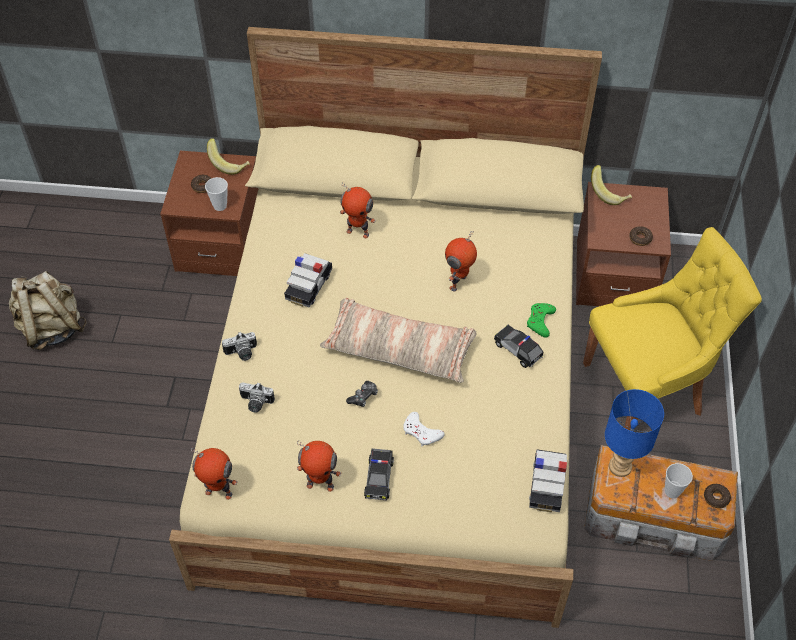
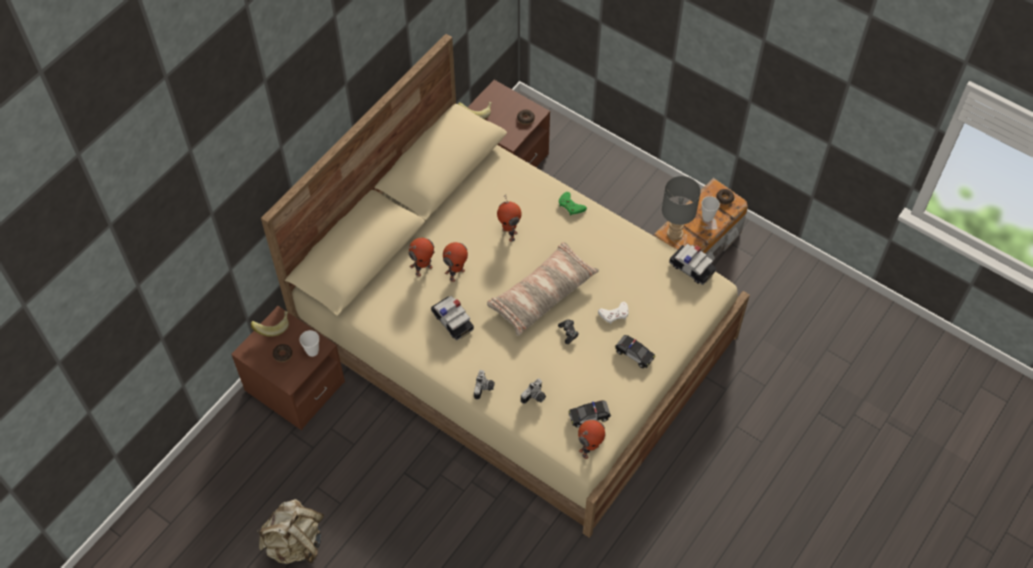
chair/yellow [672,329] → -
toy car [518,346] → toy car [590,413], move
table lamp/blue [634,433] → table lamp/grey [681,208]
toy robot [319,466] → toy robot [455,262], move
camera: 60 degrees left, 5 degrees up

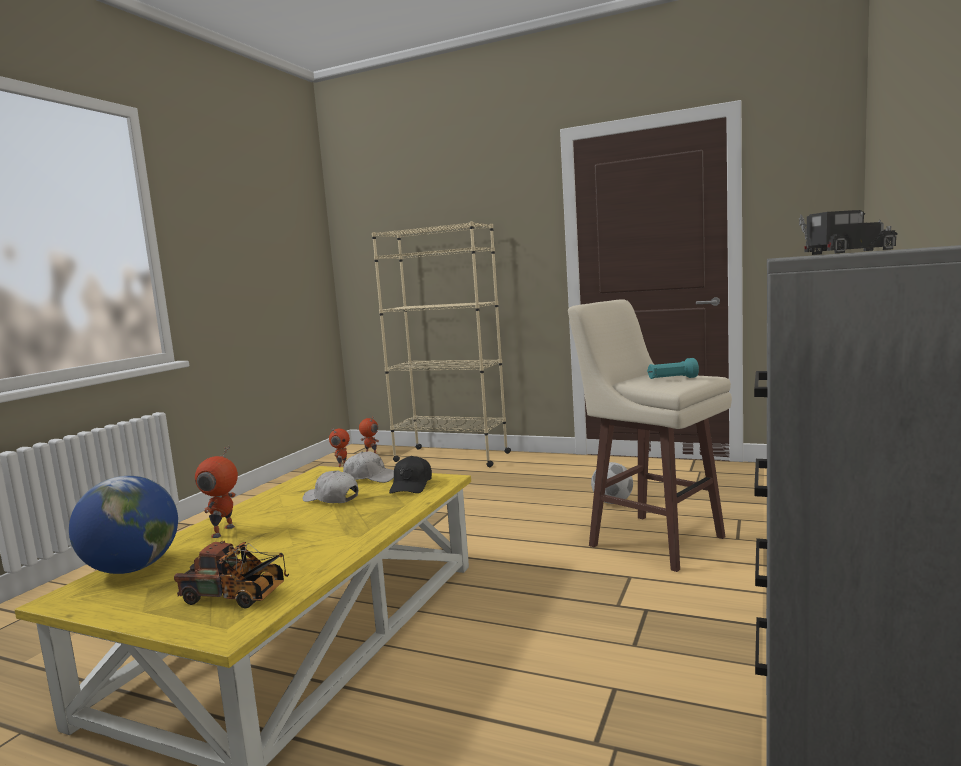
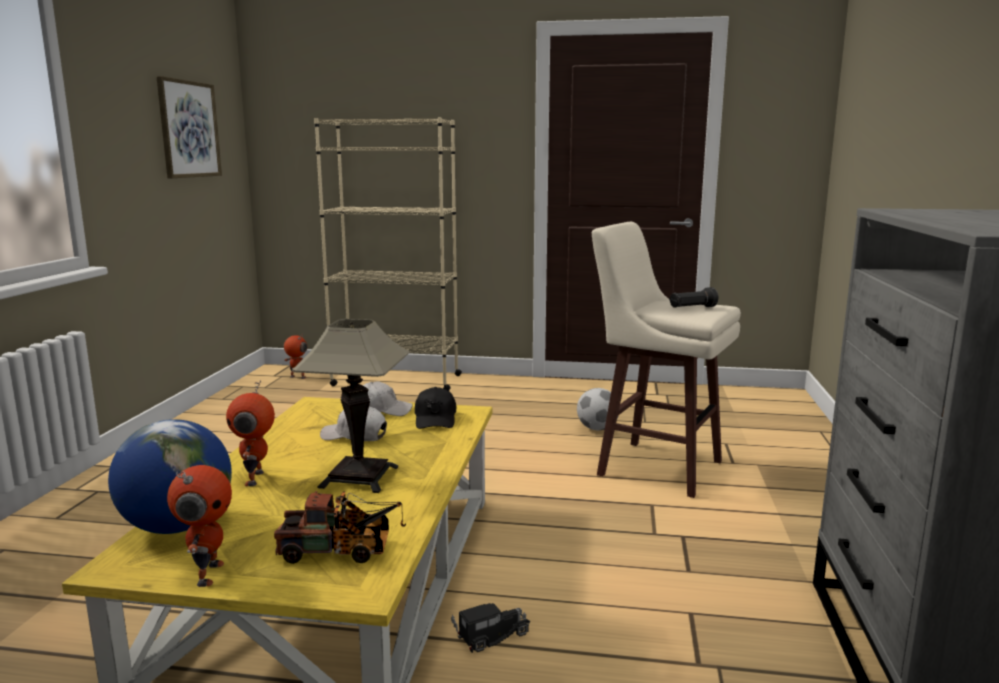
toy truck [848,232] → toy truck [490,628], move
flashlight/turquoise [673,368] → flashlight/black [693,297]
toy robot [339,447] → toy robot [199,526], move
- → picture [189,127]
- → table lamp [351,406]
camera: 15 degrees left, 5 degrees up

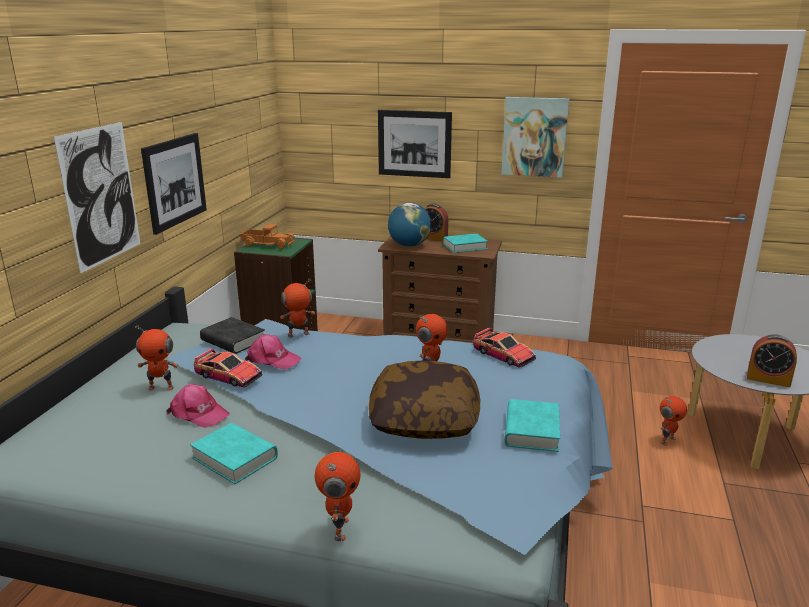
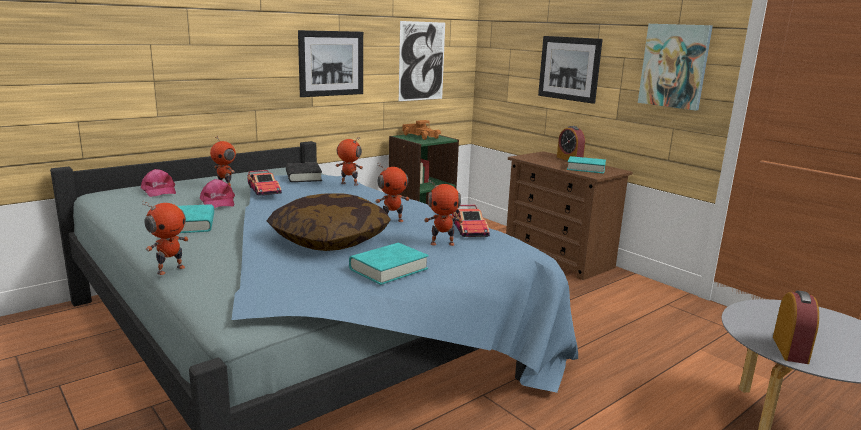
picture [97,198] → picture [422,61], move
globe [409,225] → -
cap/pink [273,352] → cap/pink [158,183], move
alarm clock [772,360] → alarm clock [796,327], 135 degrees counterclockwise
toy robot [673,421] → toy robot [443,212], move
camera: 35 degrees right, 5 degrees down

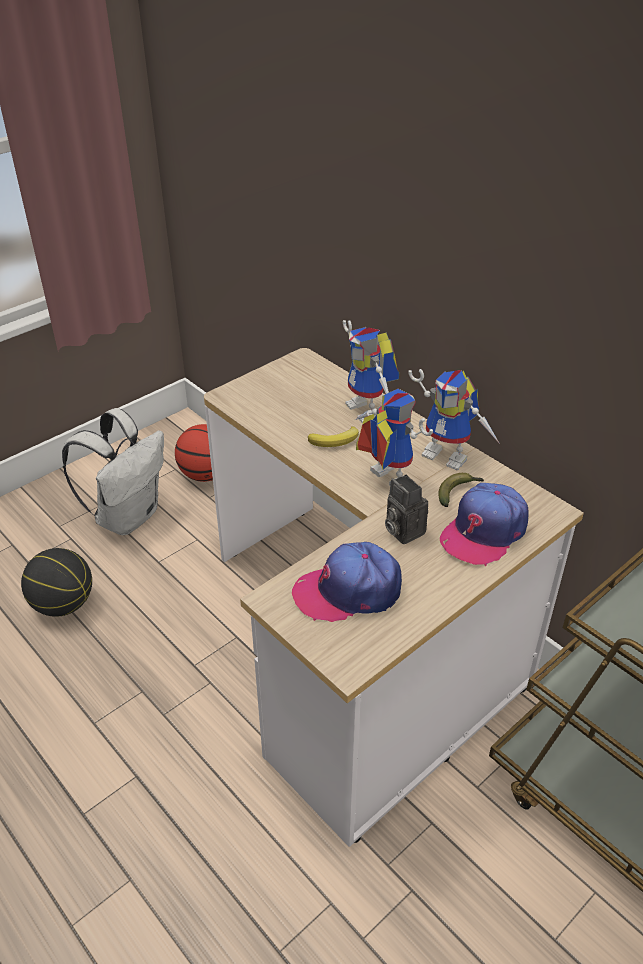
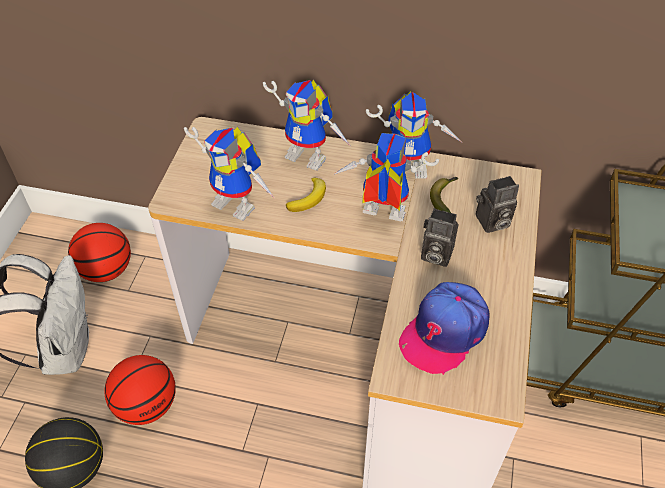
cap [484,524] → photo camera [497,204]
- → toy robot [230,174]
- → basketball [140,390]
camera: 35 degrees left, 10 degrees up

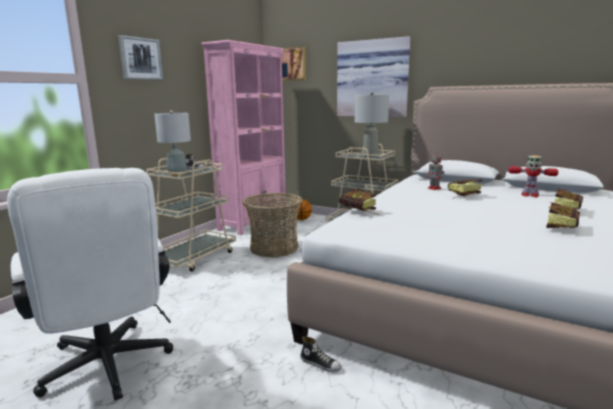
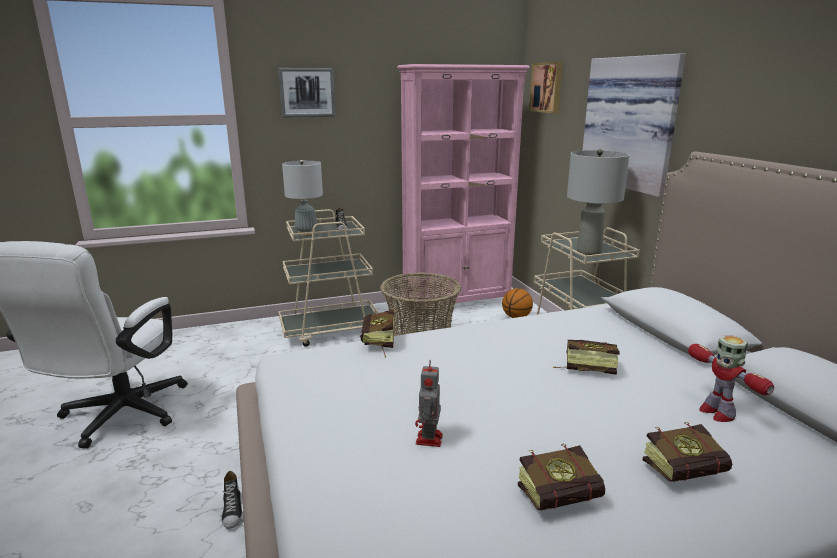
toy robot [435,170] → toy robot [429,403], move
camera: 40 degrees right, 5 degrees up

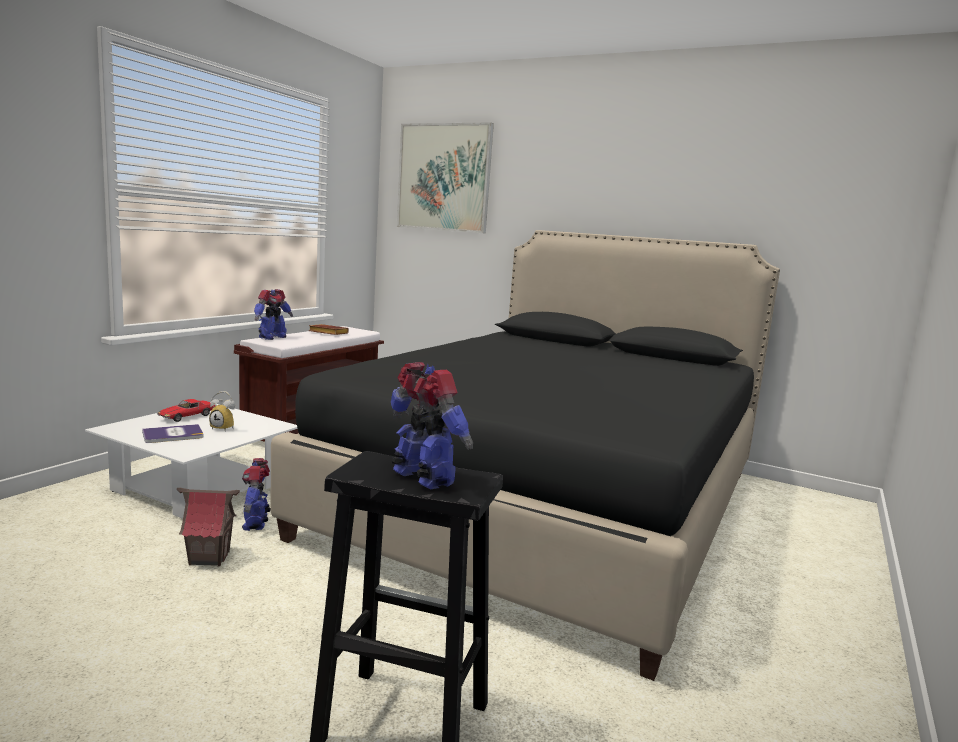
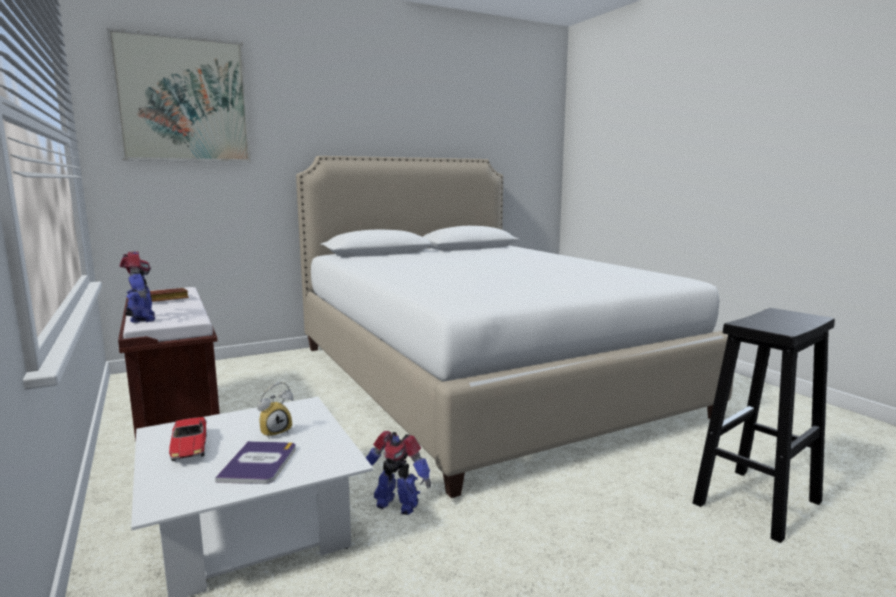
bed/black [525,455] → bed/white [515,327]
toy robot [432,426] → -
toy house [208,527] → -
camera: 55 degrees left, 0 degrees up

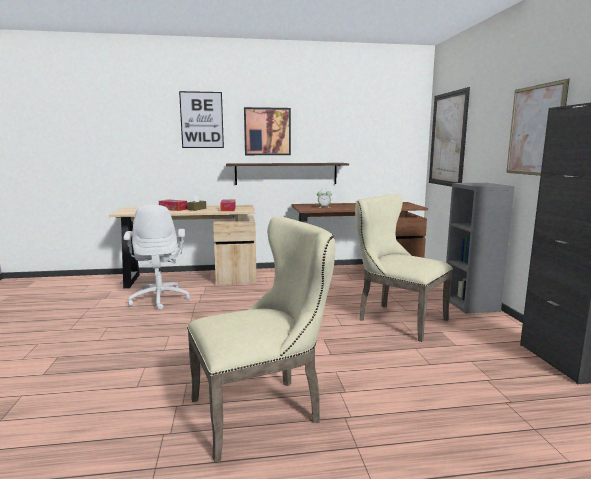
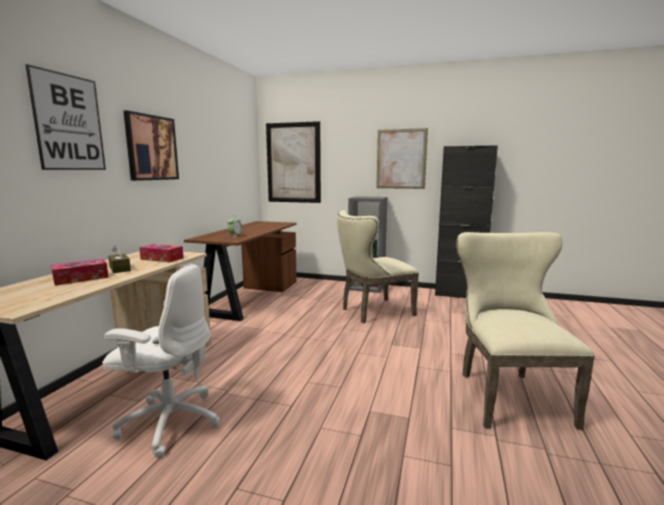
shelf [287,174] → -
camera: 65 degrees left, 0 degrees up

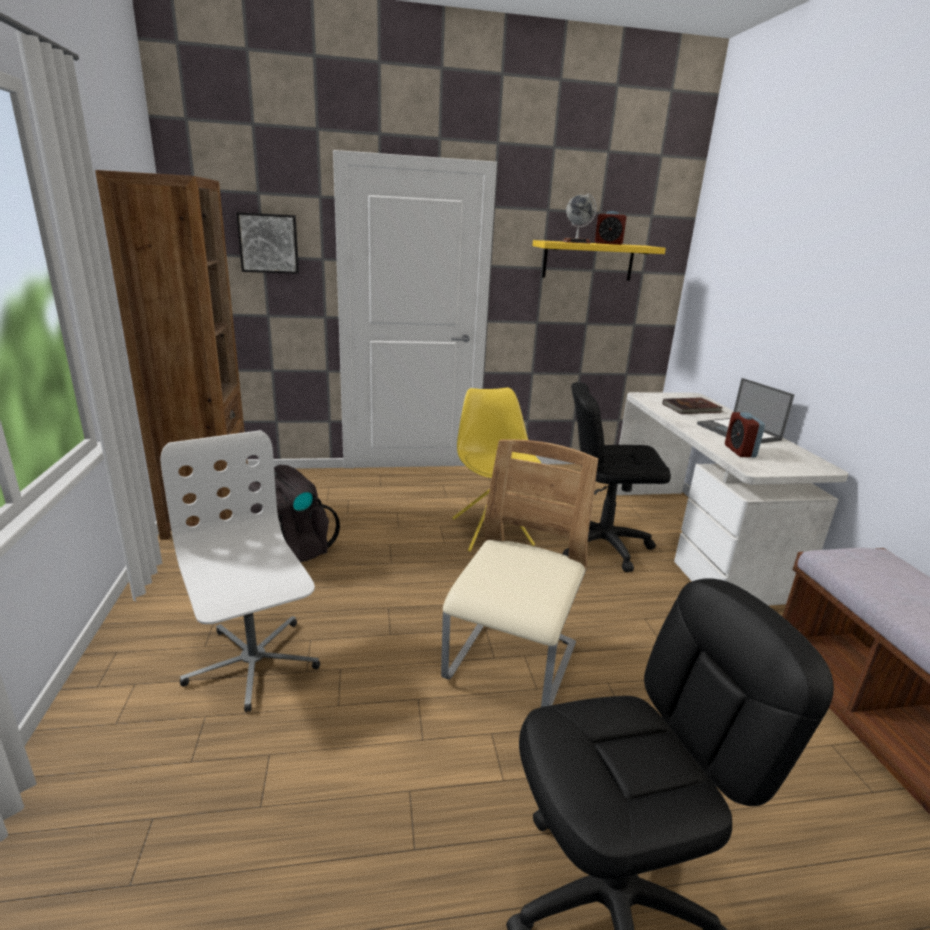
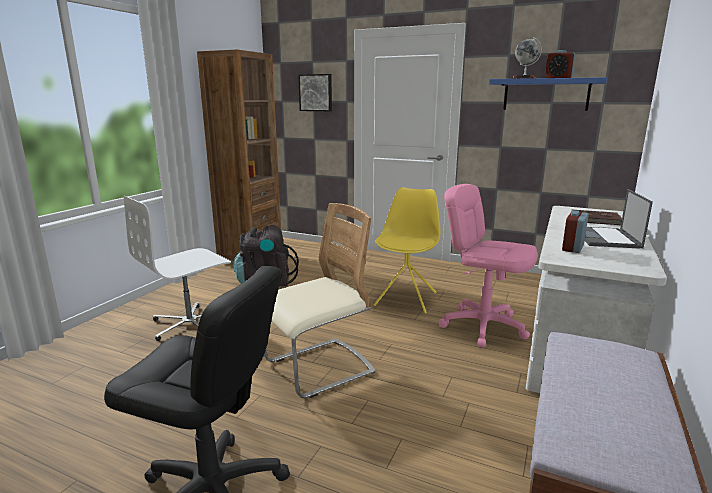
shelf/yellow [599,260] → shelf/blue [548,94]
office chair/black [617,477] → office chair/pink [488,265]
office chair/white [240,571] → office chair/white [177,268], 135 degrees counterclockwise
camera: 35 degrees right, 5 degrees down

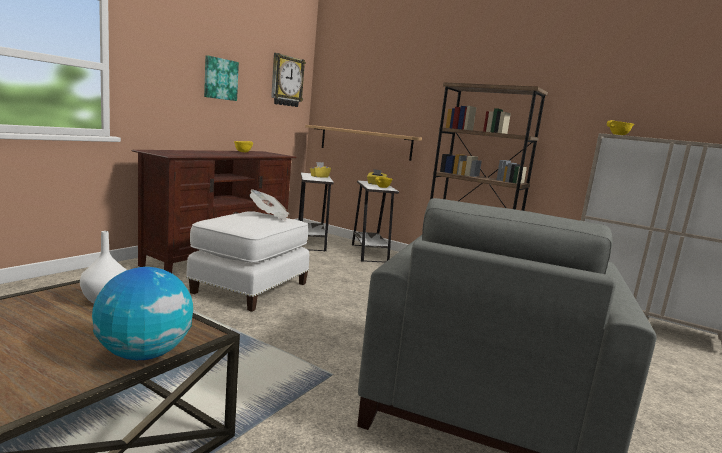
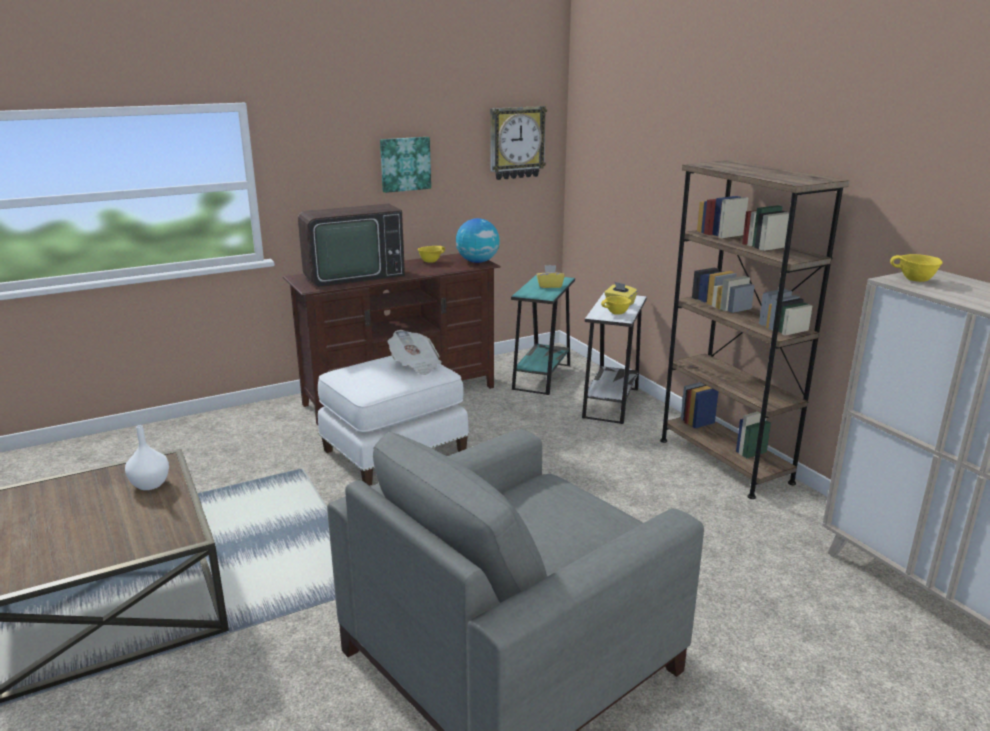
shelf [363,143] → -
side table/white [316,212] → side table/turquoise [543,335]
globe [142,313] → globe [478,240], move
- → television [351,245]
camera: 30 degrees right, 10 degrees up

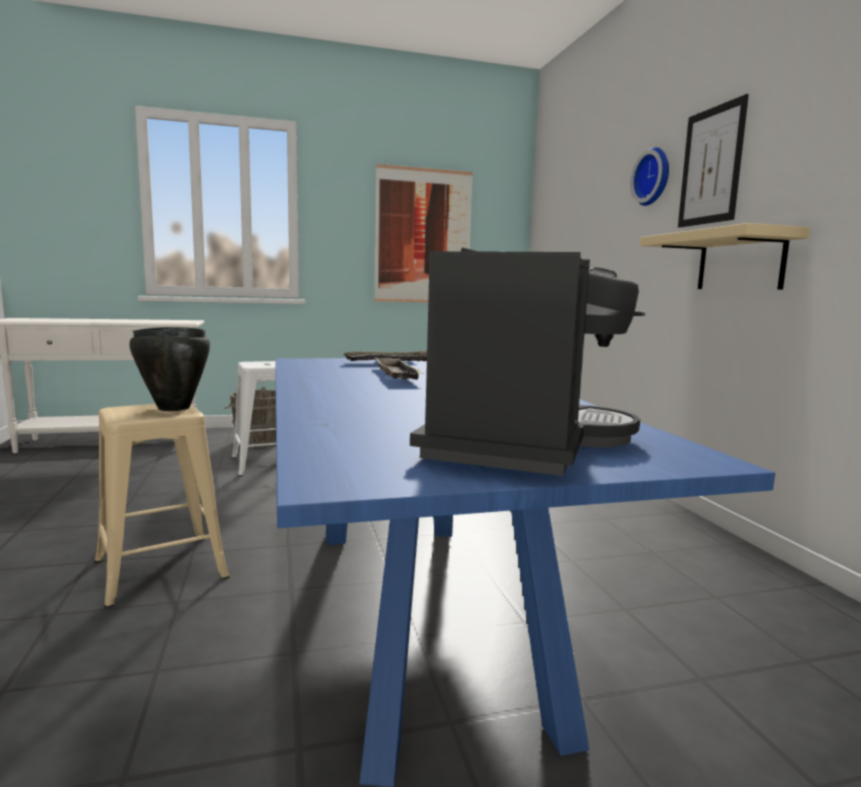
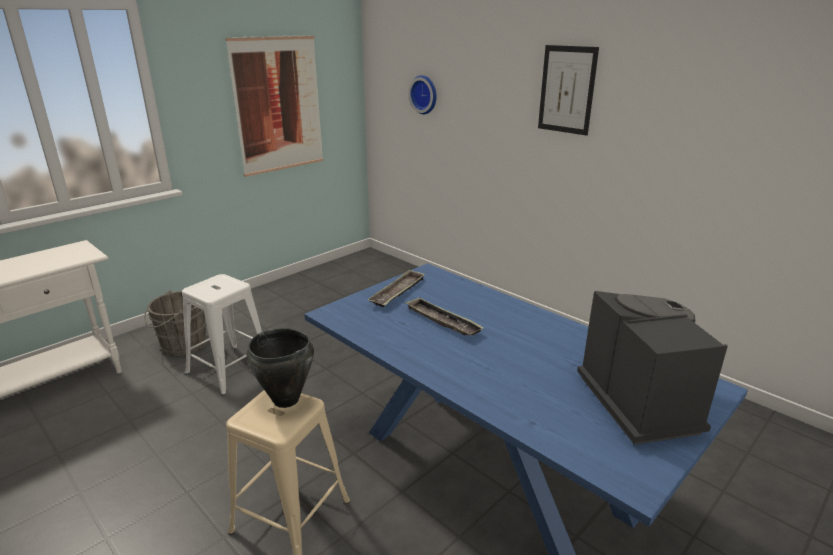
wall clock [650,176] → wall clock [422,94], move
shelf/beige [725,256] → -
camera: 30 degrees left, 15 degrees up

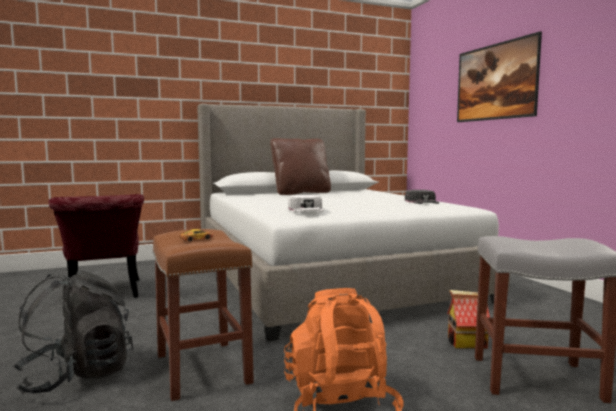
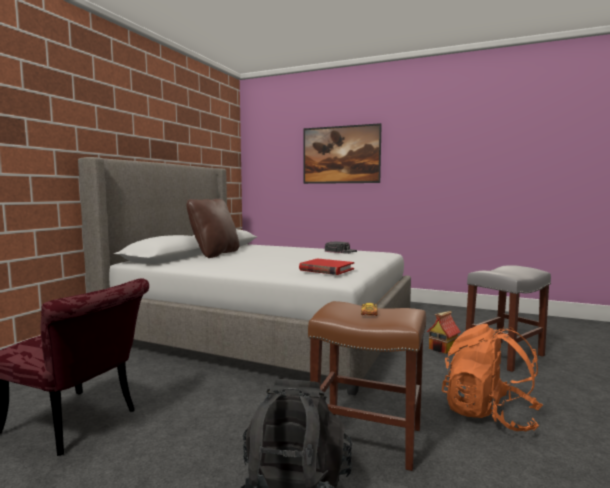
cap/white [306,204] → book/red [326,266]
camera: 45 degrees left, 0 degrees up

